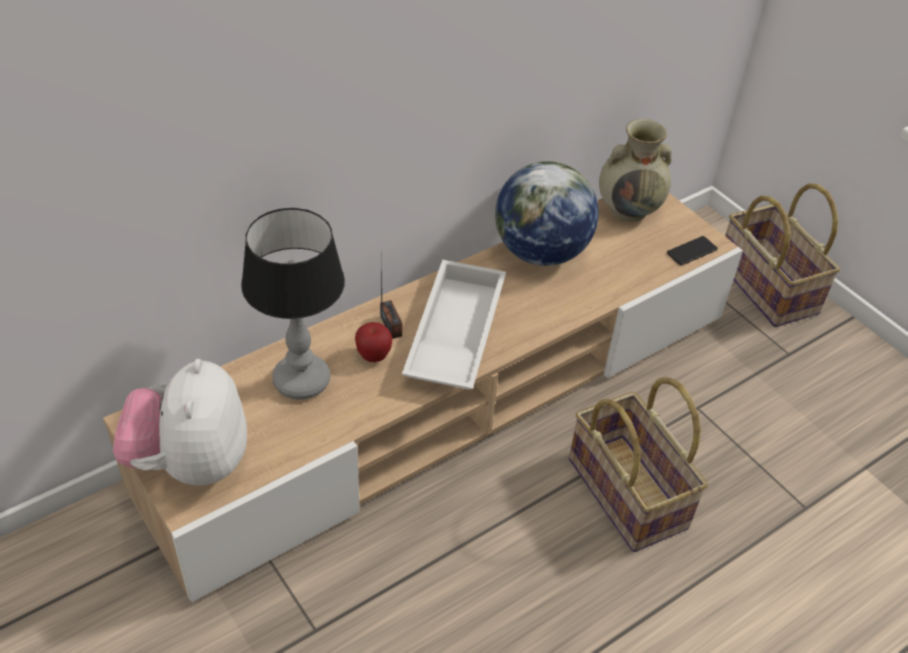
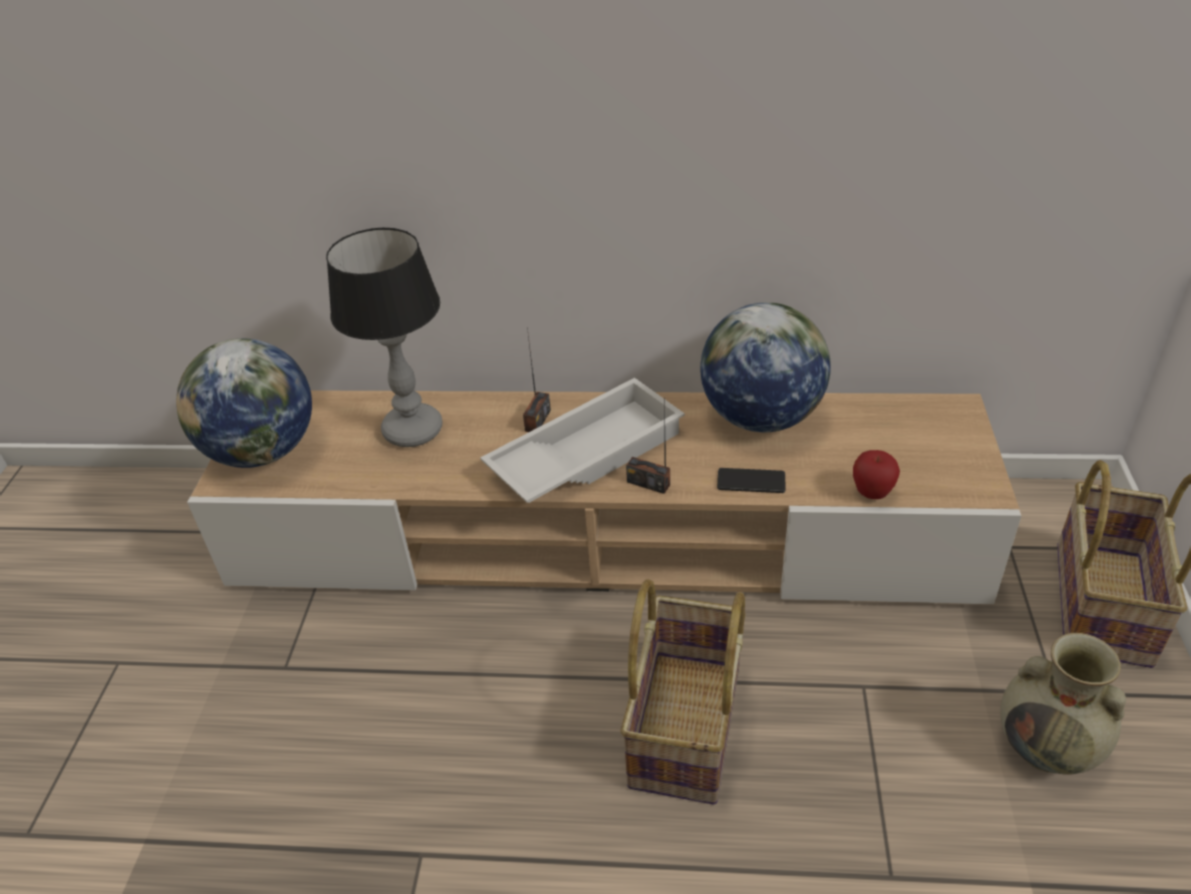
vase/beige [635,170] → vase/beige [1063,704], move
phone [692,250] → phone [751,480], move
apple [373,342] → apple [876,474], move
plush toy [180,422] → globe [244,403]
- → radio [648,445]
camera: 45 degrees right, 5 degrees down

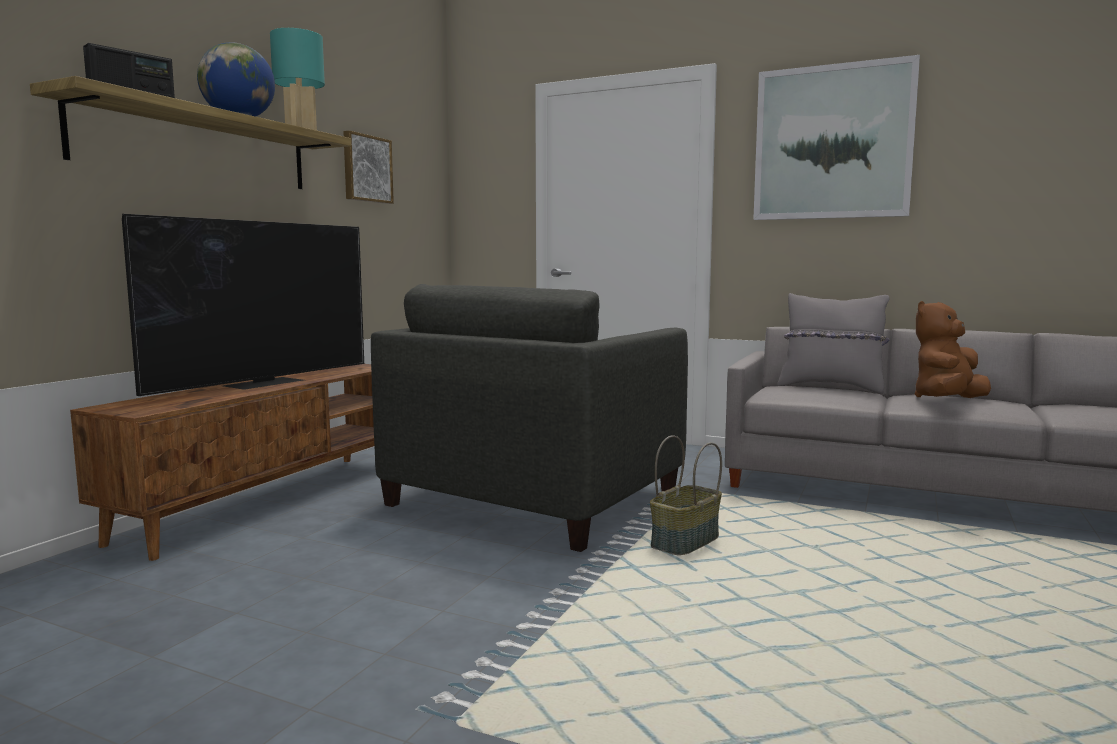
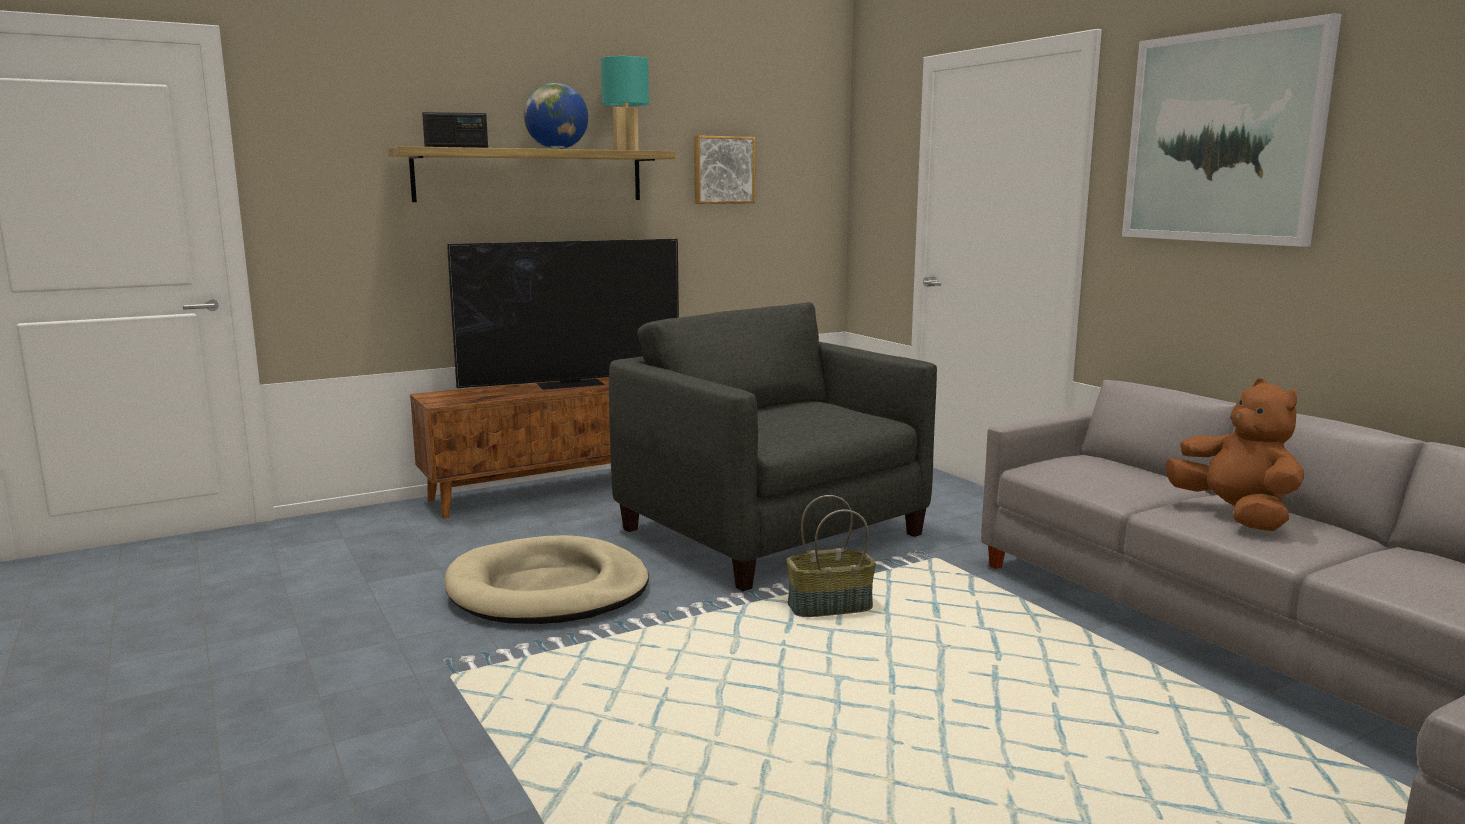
armchair/grey [529,418] → armchair/grey [773,446], 75 degrees clockwise
pillow/grey [833,343] → -
plush toy/brown [953,349] → plush toy/brown [1235,454], 75 degrees clockwise
- → dog bed/beige [547,579]
camera: 35 degrees right, 5 degrees up

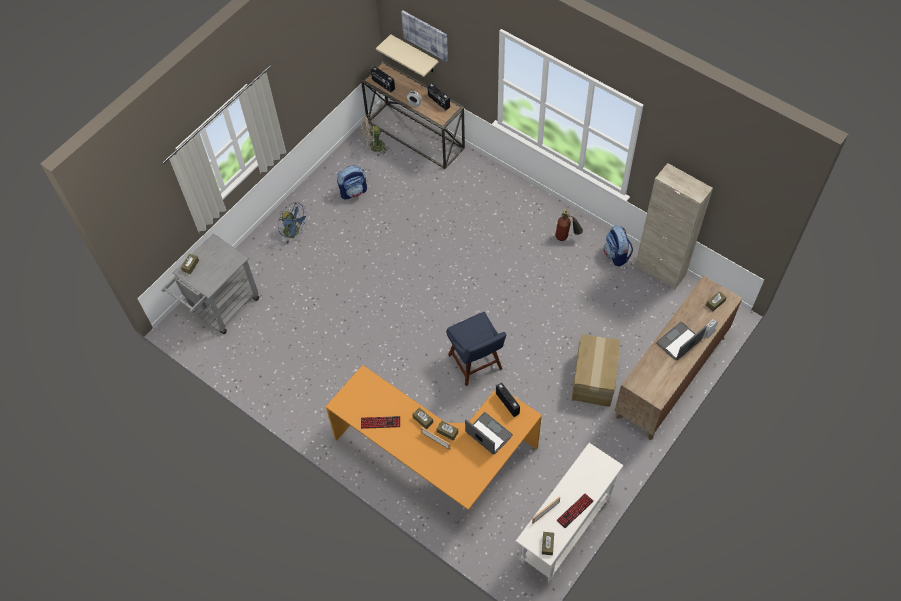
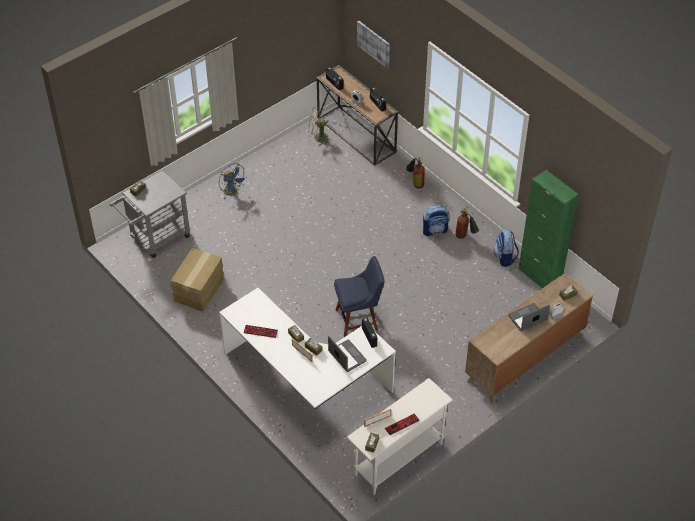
shelf/beige [407,55] → -
cabinet/beige [674,226] → cabinet/green [549,229]
backpack [352,182] → backpack [436,220], move
chair/blue [476,349] → chair/blue [359,296], 90 degrees counterclockwise
cardboard box [596,371] → cardboard box [197,279], move
desk/orange [433,437] → desk/white [307,348]
- → fire extinguisher [415,172]
camera: 10 degrees right, 10 degrees down

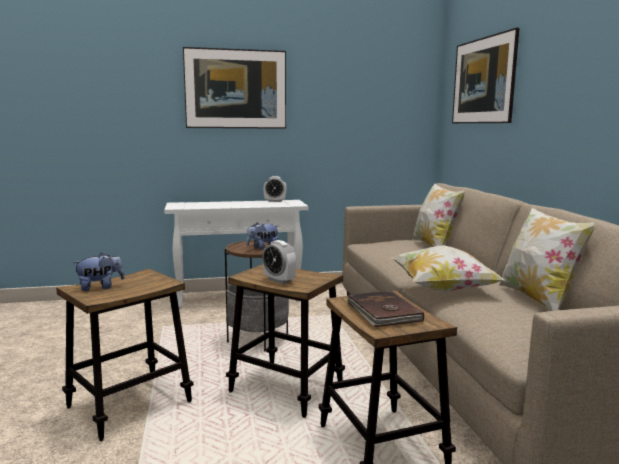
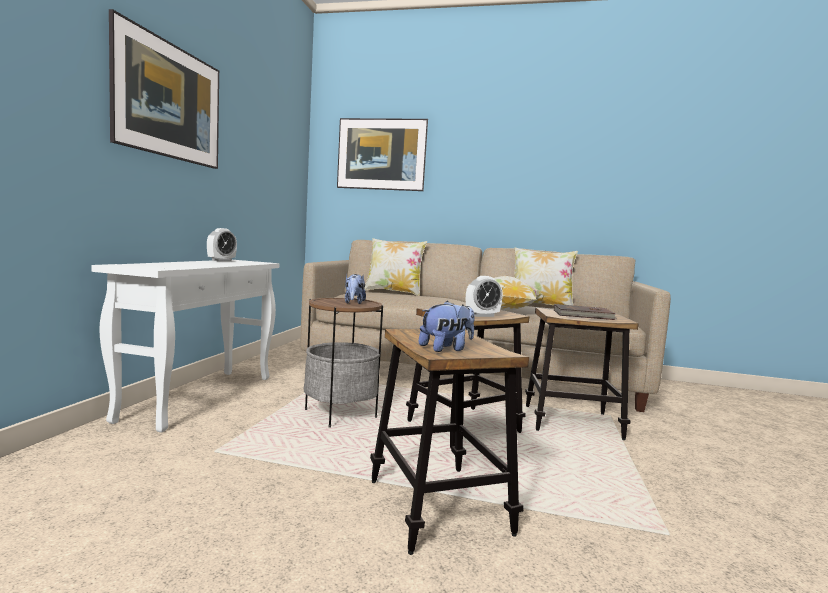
plush toy [99,272] → plush toy [447,326], 60 degrees clockwise
camera: 65 degrees left, 5 degrees down

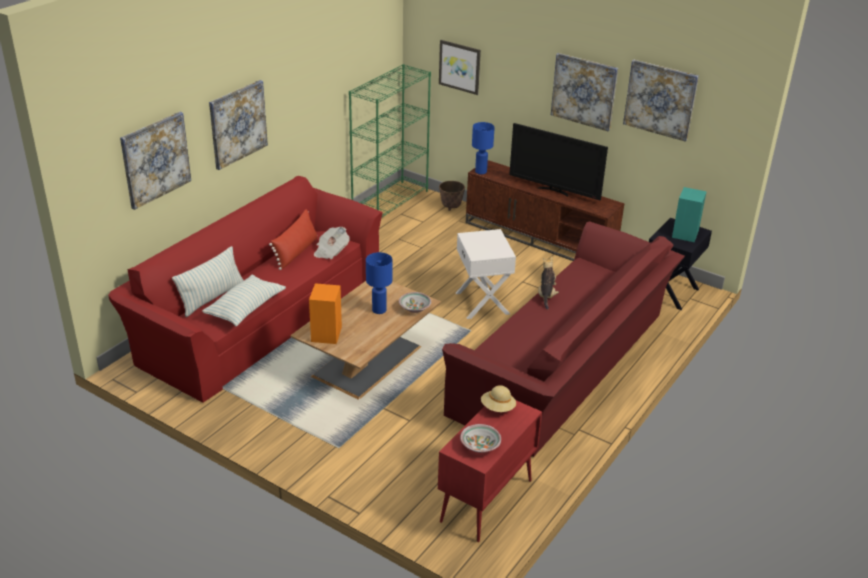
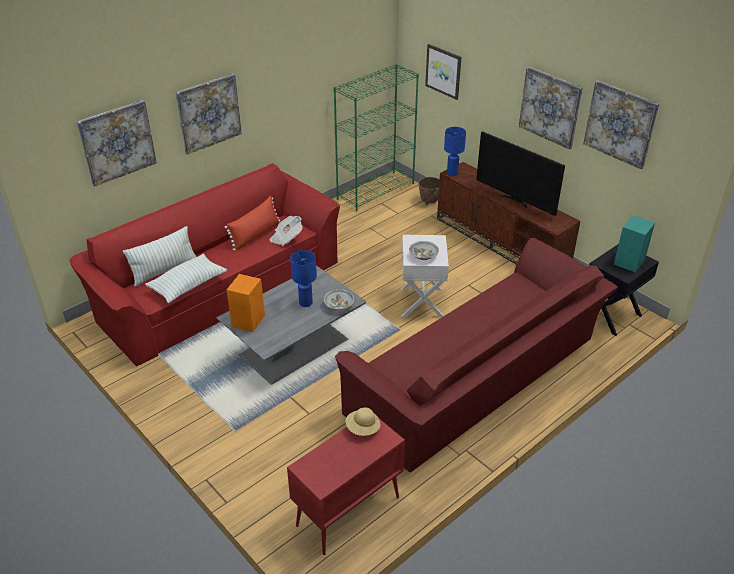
plush toy [548,283] → -
coffee table/brown [365,340] → coffee table/grey [291,325]
bowl [480,438] → bowl [424,250], move
camera: 15 degrees right, 5 degrees up

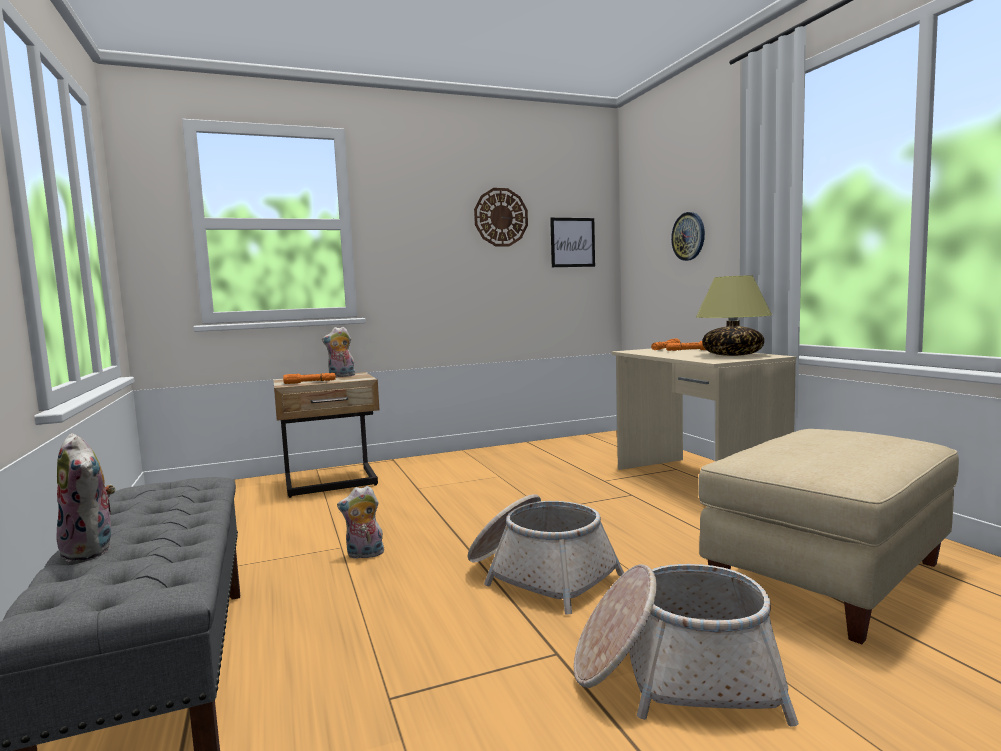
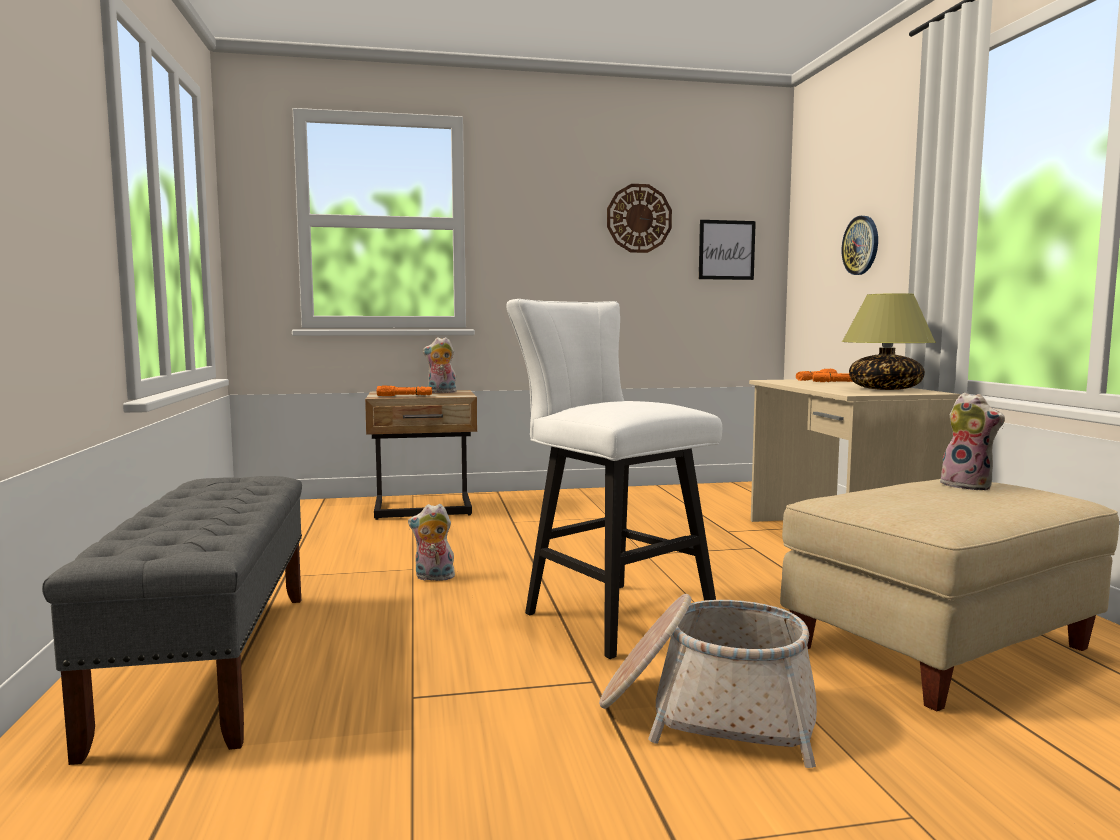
plush toy [86,497] → plush toy [971,441], move
basket [545,554] → stool/white [614,479]
camera: 10 degrees right, 0 degrees up

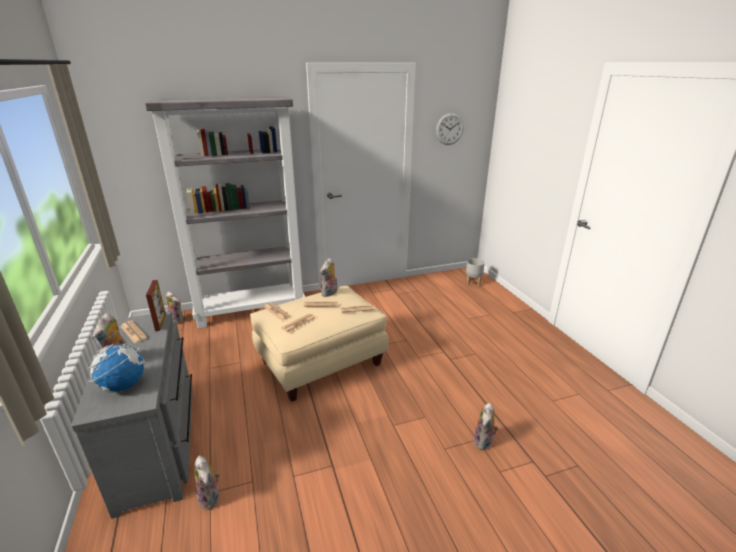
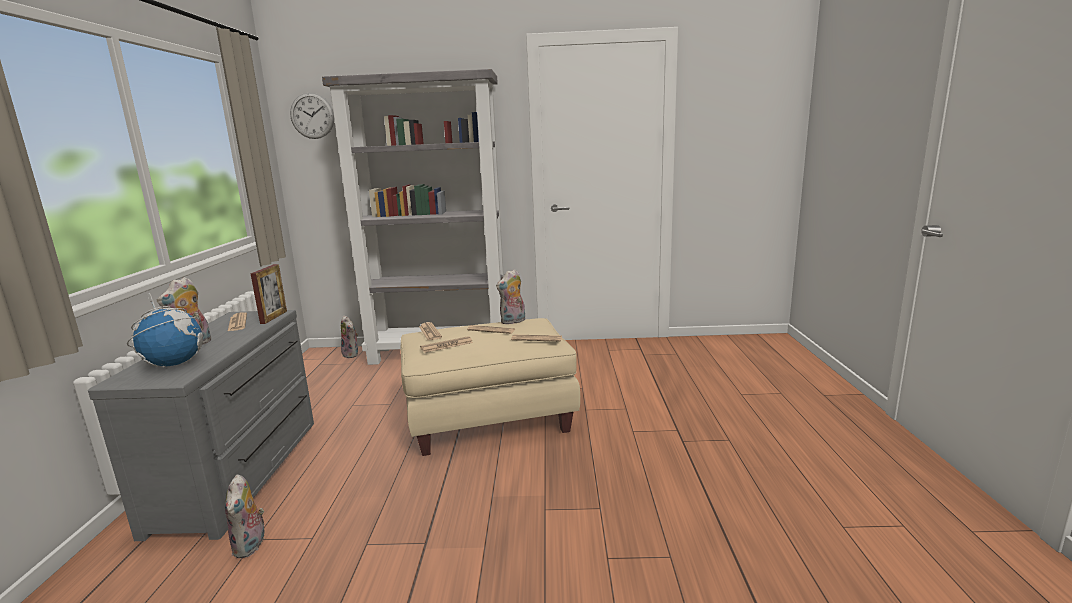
wall clock [450,129] → wall clock [312,116], move
planter/grey [475,272] → -
plush toy [485,426] → -
camera: 20 degrees right, 10 degrees down

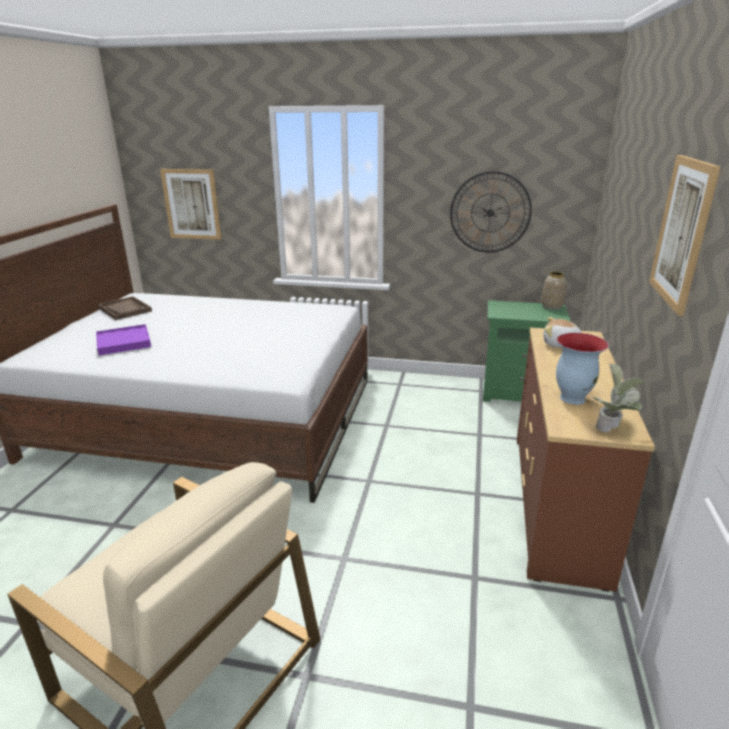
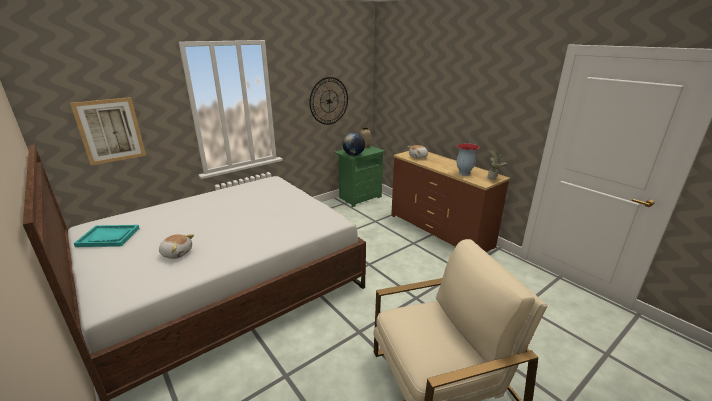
picture [685,235] → -
tray/brown [125,308] → tray/turquoise [107,236]
tray/purple [123,340] → plush toy [176,246]
- → globe [354,144]
camera: 50 degrees left, 0 degrees up

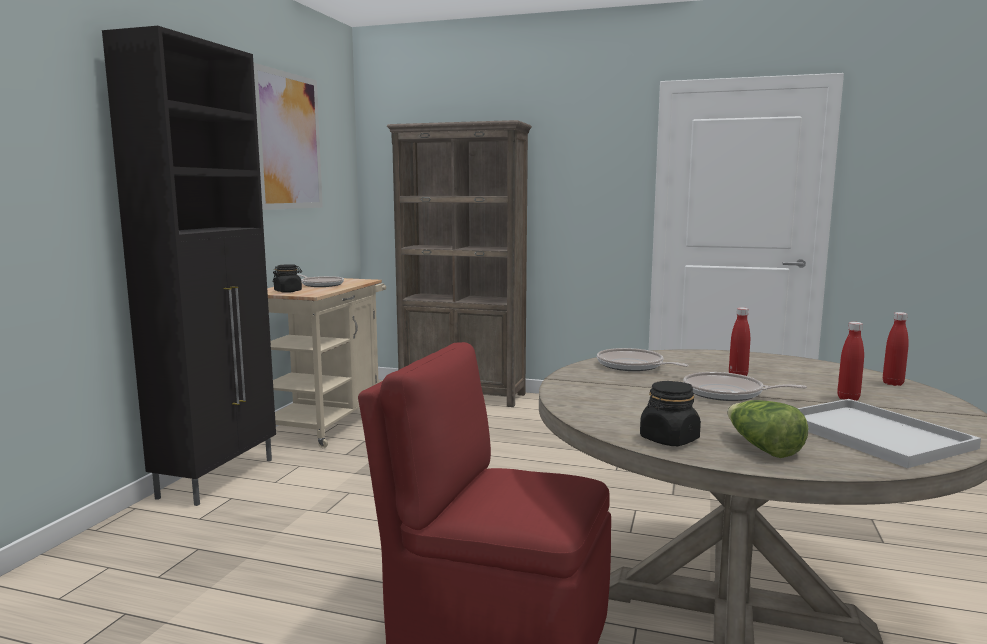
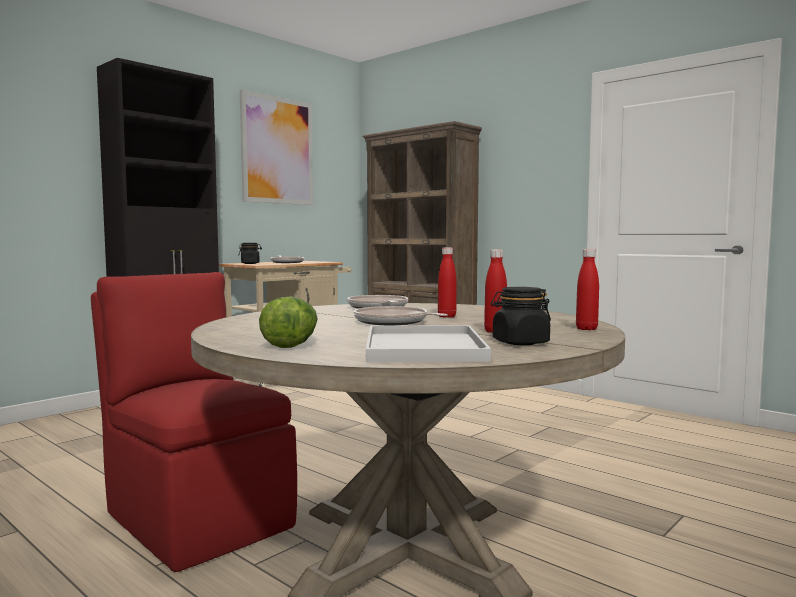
jar/black [670,413] → jar/black [521,316], move
camera: 25 degrees right, 5 degrees down

